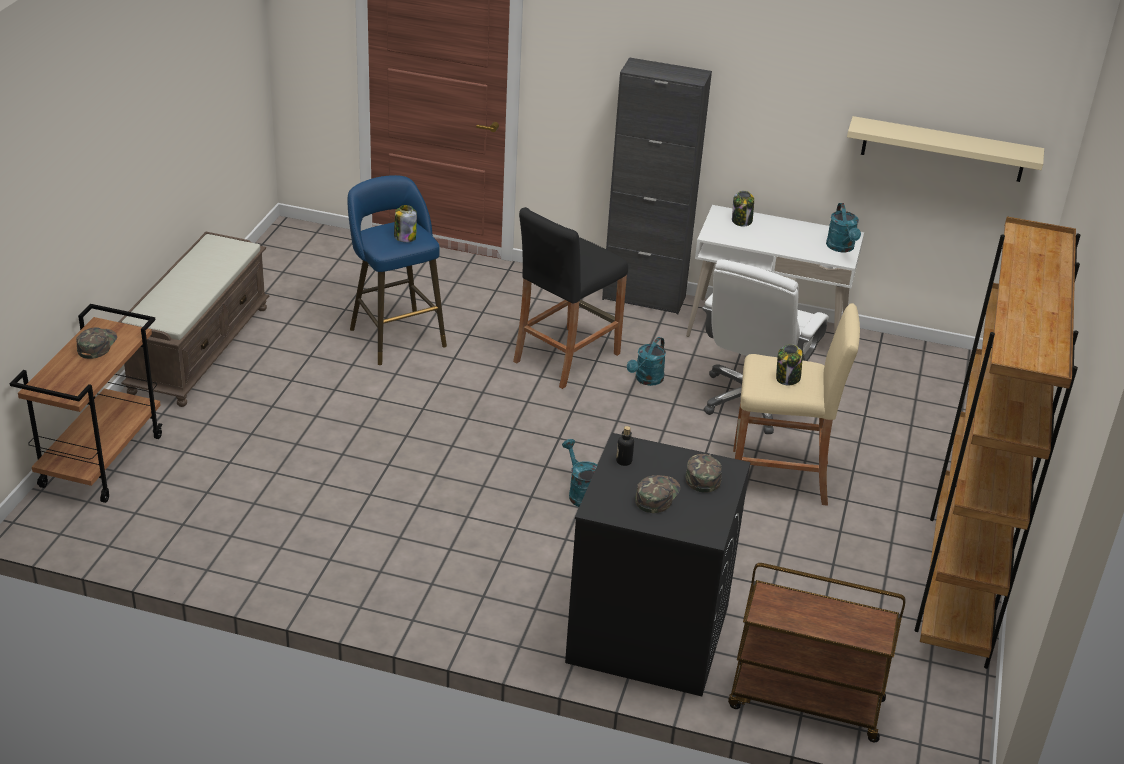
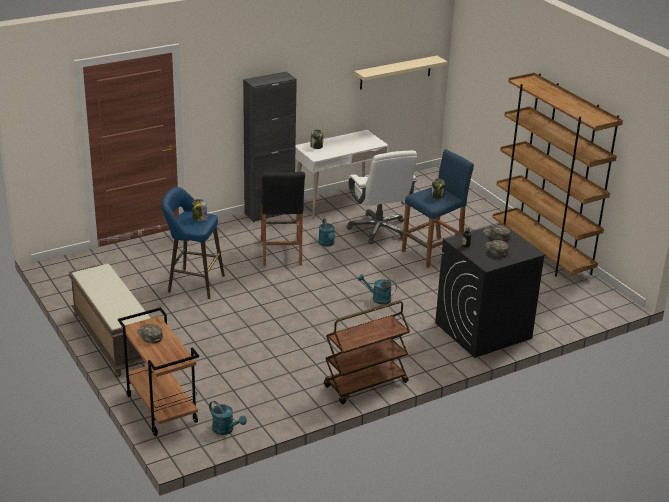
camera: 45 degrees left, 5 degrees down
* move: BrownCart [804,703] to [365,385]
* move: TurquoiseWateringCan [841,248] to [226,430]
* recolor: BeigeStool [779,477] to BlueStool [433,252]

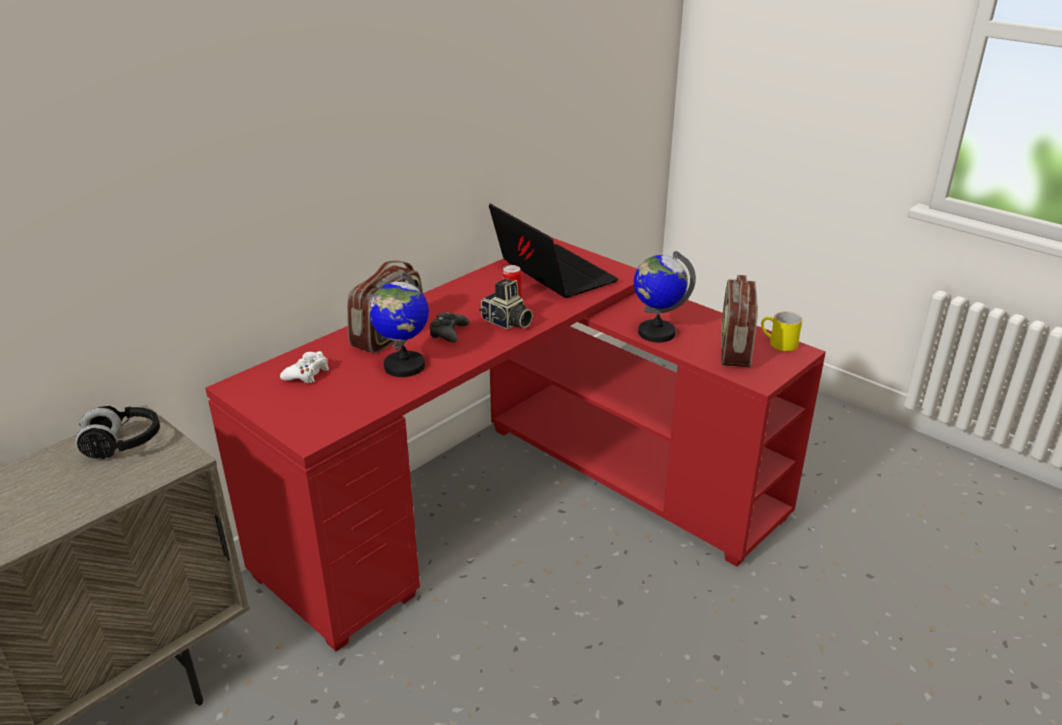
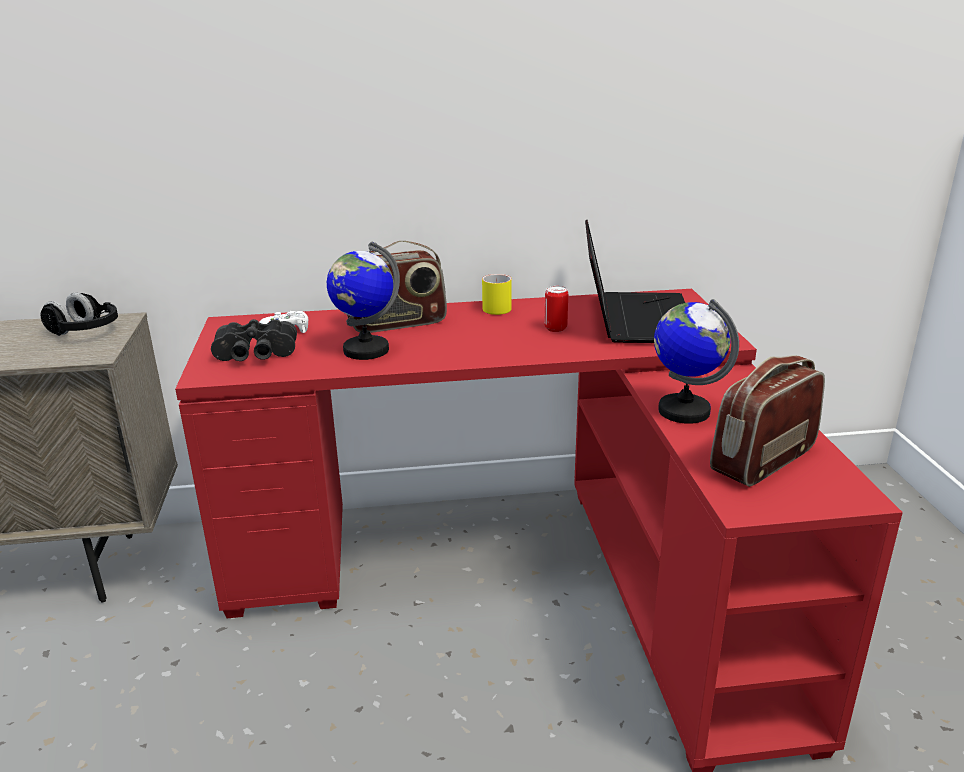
camera: 40 degrees right, 5 degrees down
* delete: BlackGameController [448,333]
* delete: PhotoCamera [506,323]
* insert: BlackBinoculars [255,355]
* move: YellowMug [777,343] to [493,307]

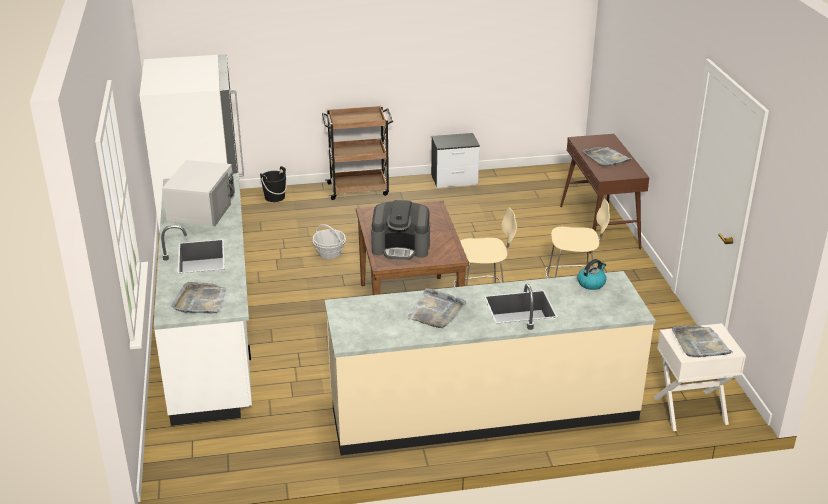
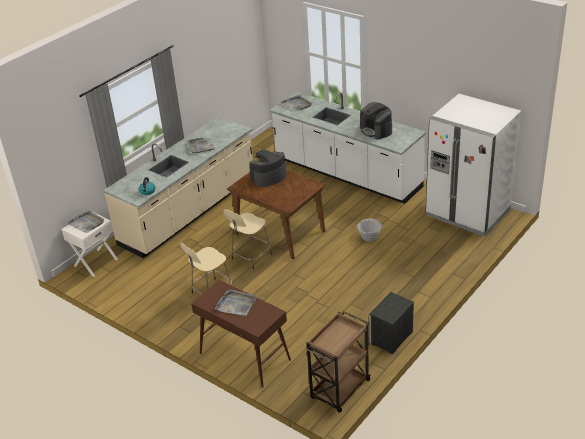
camera: 140 degrees right, 5 degrees up
* delete: BlackBucket [274,197]
* move: BrownCart [359,189] to [339,390]
* replace: WhiteMicrowave [202,208] to CoffeeMachine [376,130]

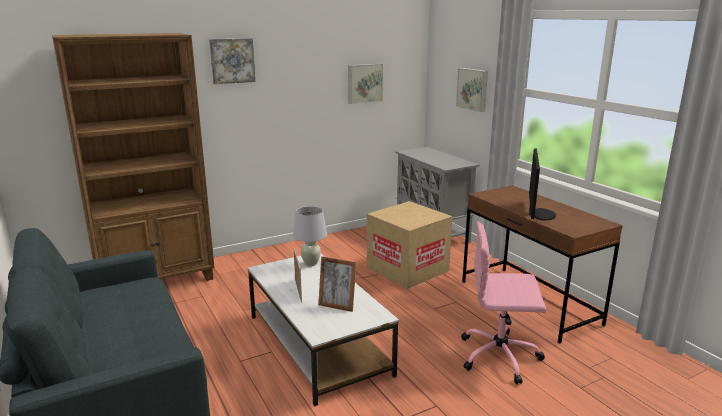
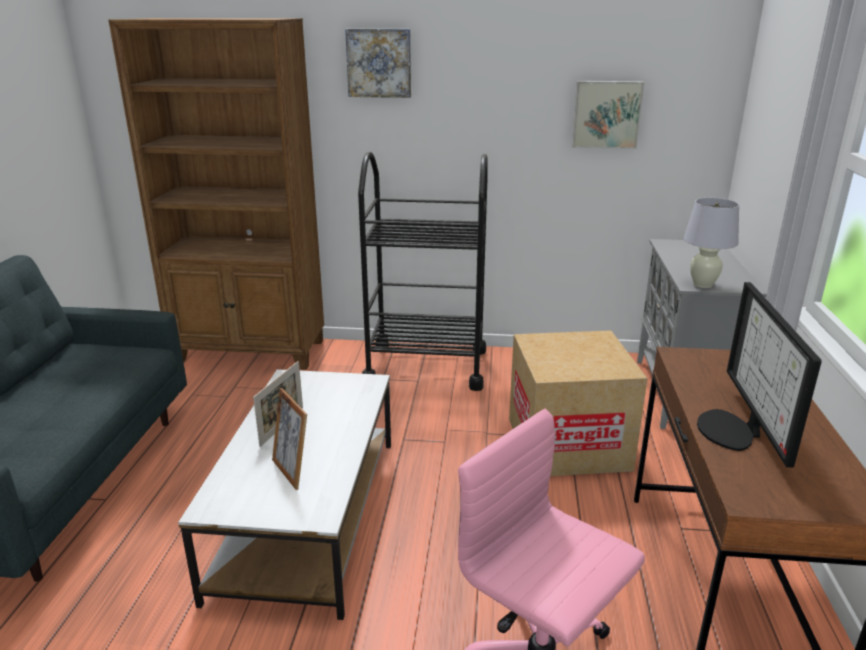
camera: 35 degrees right, 5 degrees up
* delete: Picture [473,89]
* insert: BlackCart [426,366]
* move: WhiteTableLamp [311,263] to [703,285]
* rotate: Monitor [539,214] = [734,431] 135 degrees clockwise

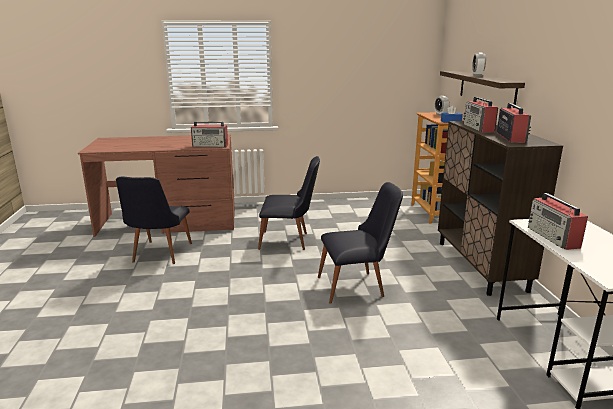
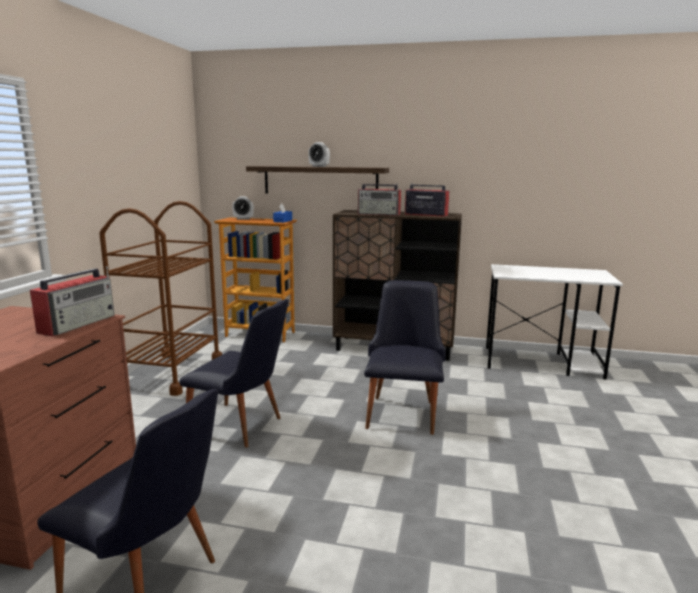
camera: 70 degrees left, 5 degrees down
* delete: Radio [553,238]
* insert: BrownCart [171,373]
* rotate: BlackChair [289,241] = [242,427] 90 degrees clockwise

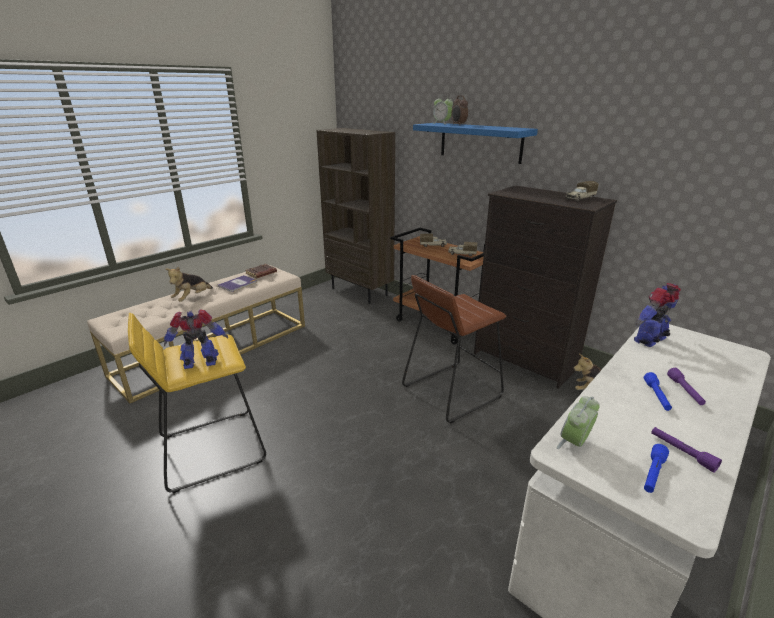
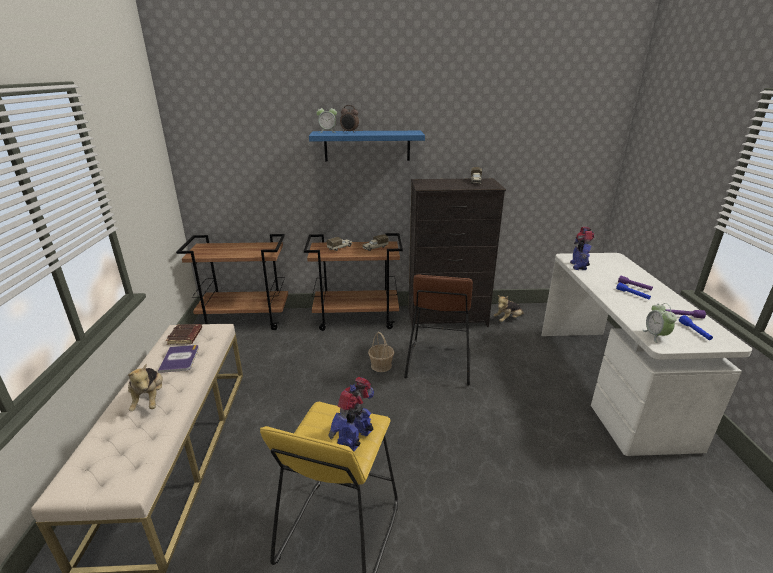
camera: 45 degrees left, 0 degrees up
* insert: Basket [381,365]
* replace: BrownBookcase [360,291] to BrownCart [246,319]

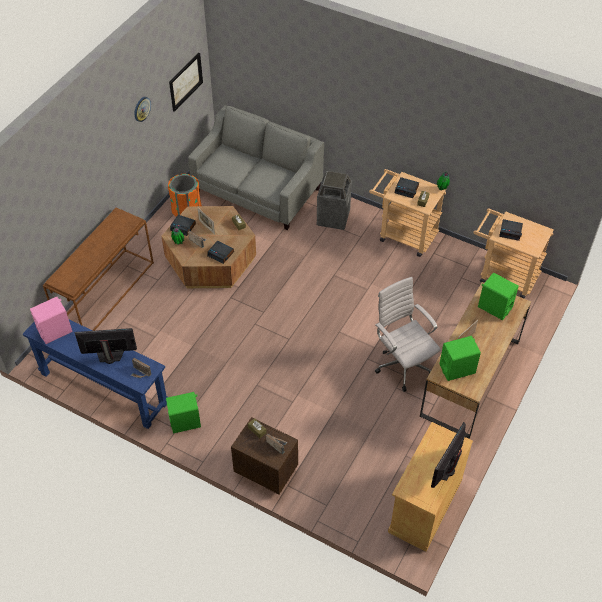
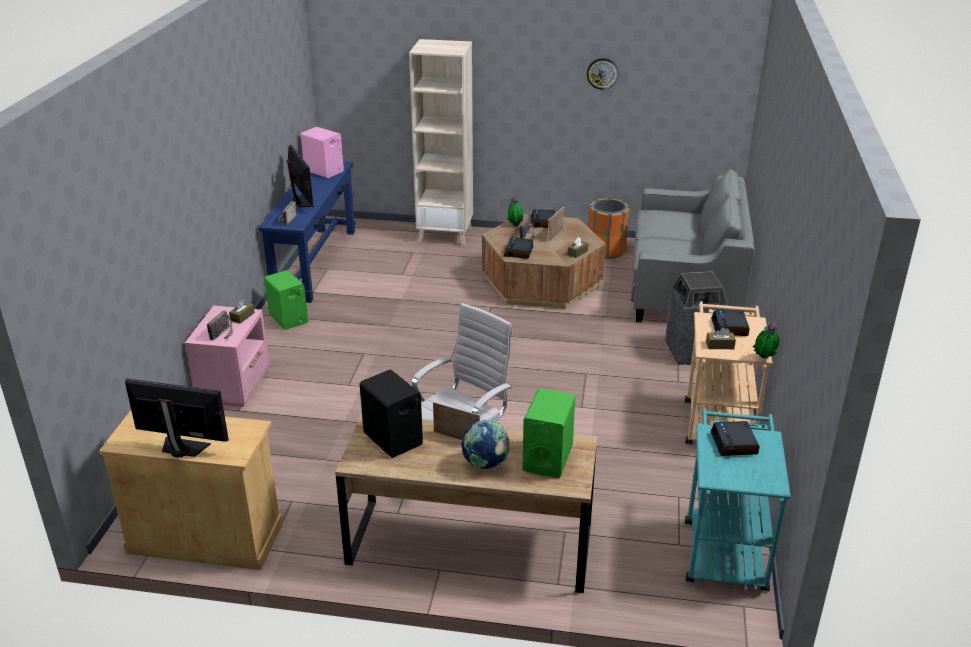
camera: 70 degrees right, 20 degrees down
* delete: Picture [185,81]
* insert: Globe [485,464]
* replace: BrownConsoleTable [106,293] to BeigeBookcase [445,235]
* recolor: BrownNightstand [265,469] to PinkNightstand [235,387]
* recolor: GreenSpeaker [457,369] to BlackSpeaker [393,439]
* recolor: BeigeCart [503,275] to TurquoiseCart [724,547]

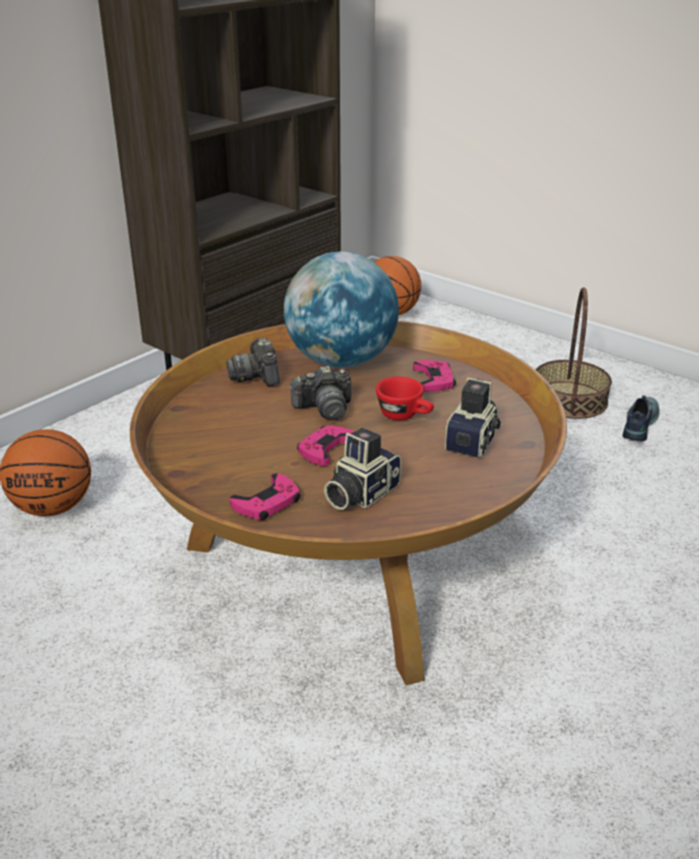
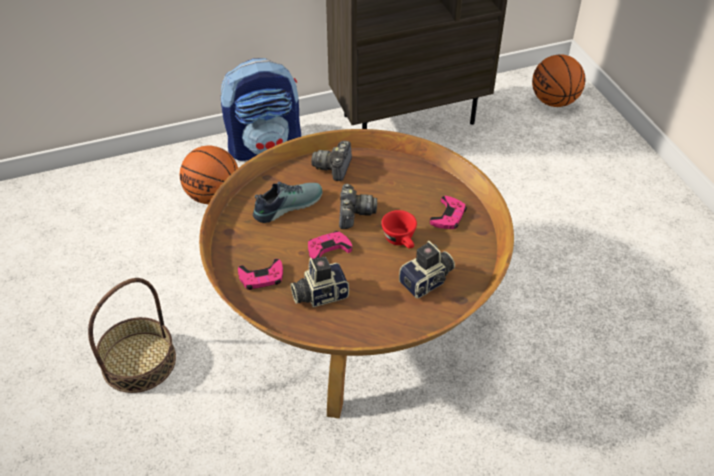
camera: 30 degrees right, 15 degrees up
* delete: Globe [341,361]
* insert: Backpack [265,146]
* move: Basket [569,400] to [139,361]
* move: Shoe [638,424] to [287,205]
* rotate: PhotoCamera [324,409] = [354,214] 105 degrees counterclockwise

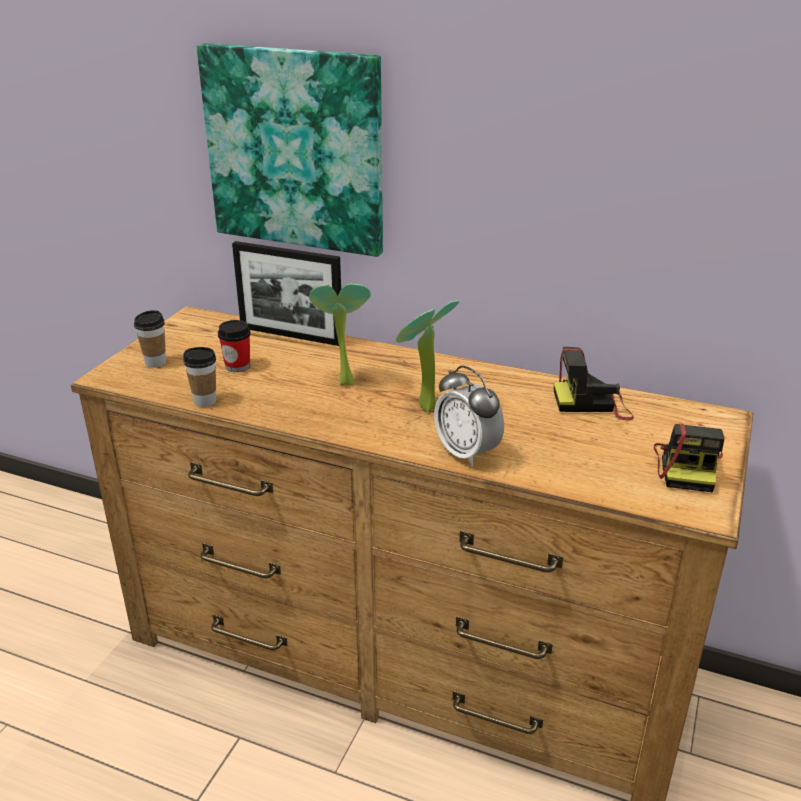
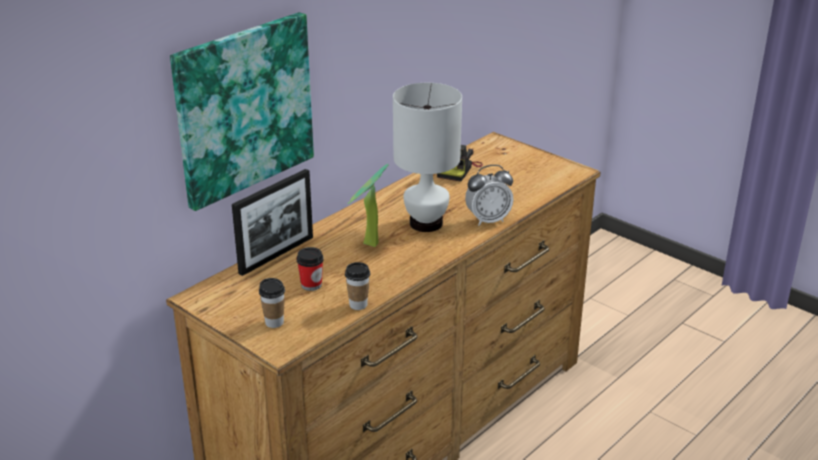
camera: 70 degrees left, 0 degrees up
* delete: PhotoCamera [688,467]
* replace: PottedPlant [422,407] to WhiteTableLamp [425,223]

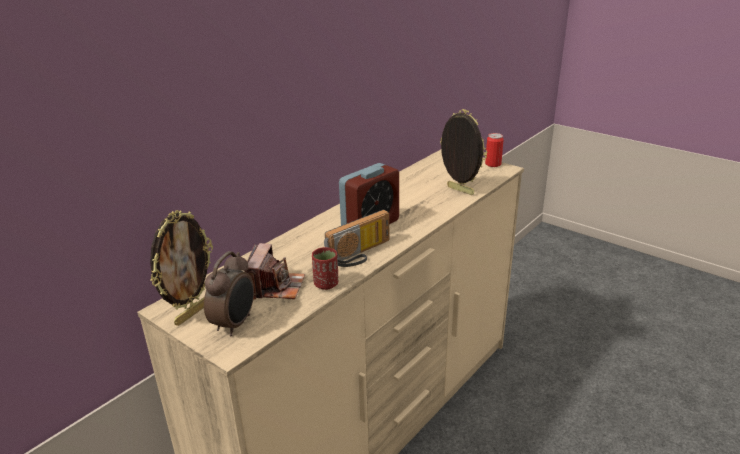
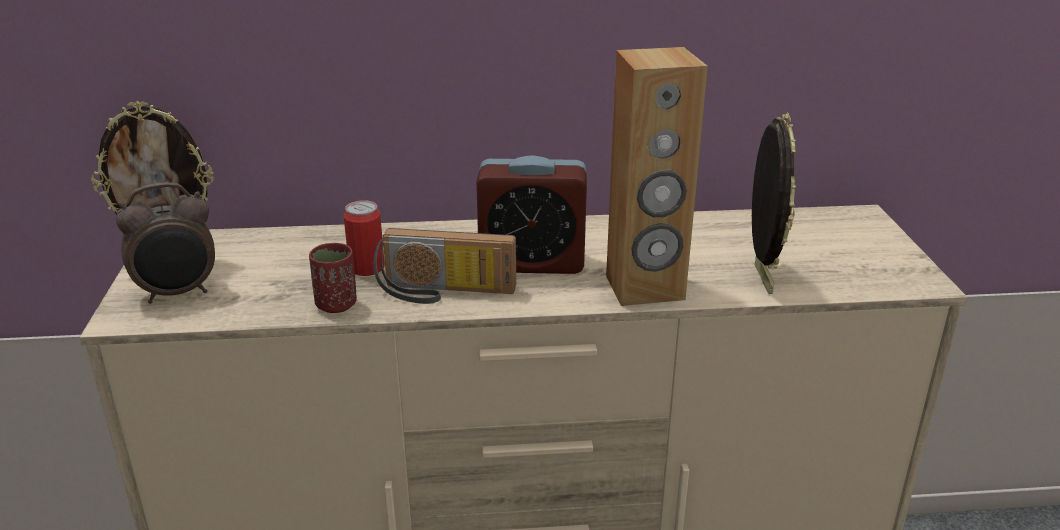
camera: 45 degrees right, 0 degrees up
* delete: PhotoCamera [276,287]
* insert: BrownSpeaker [645,288]
* move: Can [493,164] to [367,268]

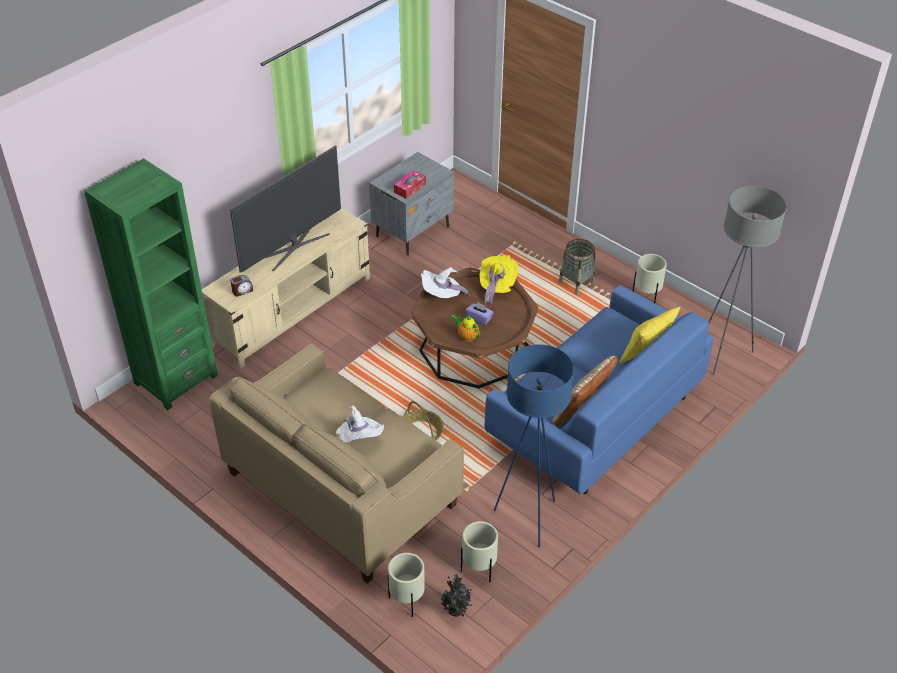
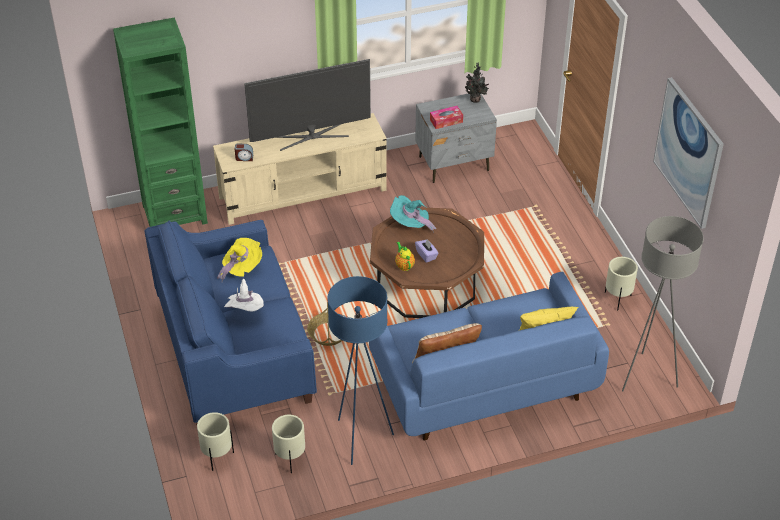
camera: 30 degrees right, 0 degrees up
* delete: Basket [576,283]
* insert: Picture [688,152]
* move: PottedPlant [456,612] to [475,100]
* move: YellowHat [496,287] to [241,268]
* recolor: BeigeSofa [342,489] to BlueSofa [234,351]
* recolor: WhiteHat [442,296] to TurquoiseHat [410,224]

